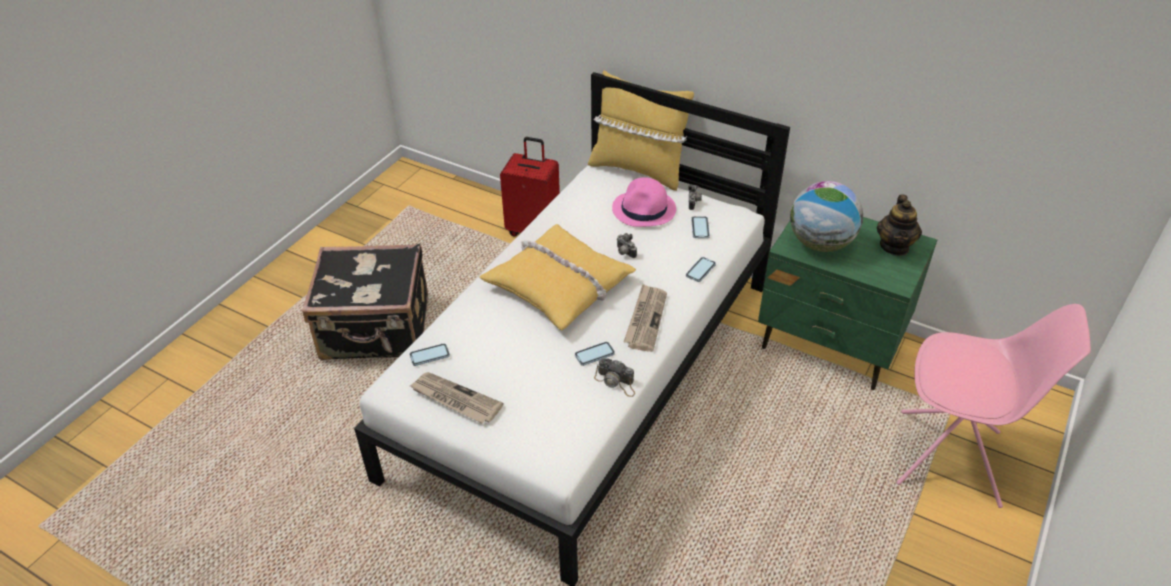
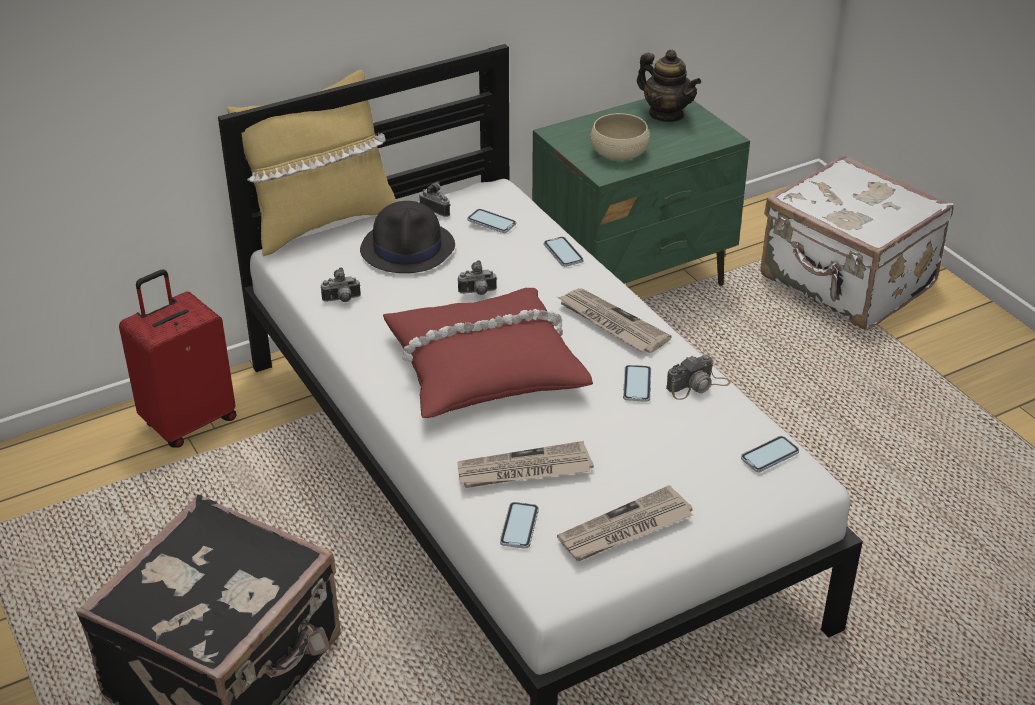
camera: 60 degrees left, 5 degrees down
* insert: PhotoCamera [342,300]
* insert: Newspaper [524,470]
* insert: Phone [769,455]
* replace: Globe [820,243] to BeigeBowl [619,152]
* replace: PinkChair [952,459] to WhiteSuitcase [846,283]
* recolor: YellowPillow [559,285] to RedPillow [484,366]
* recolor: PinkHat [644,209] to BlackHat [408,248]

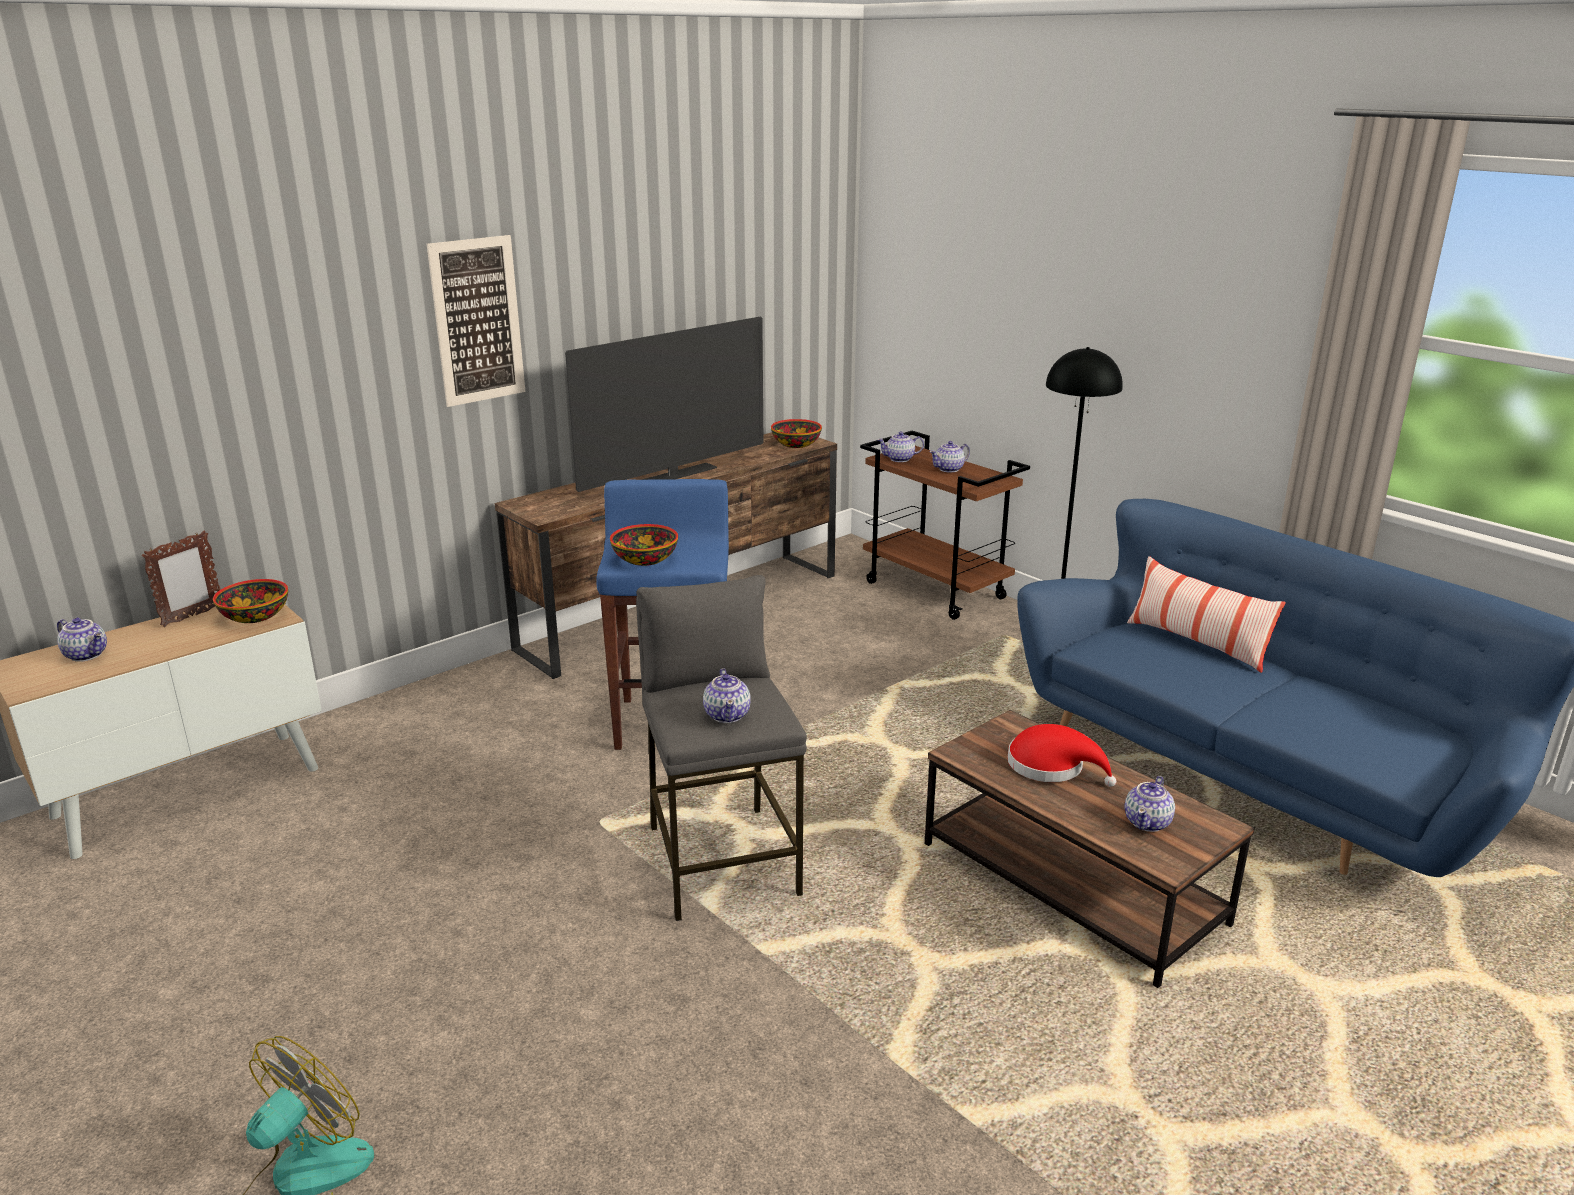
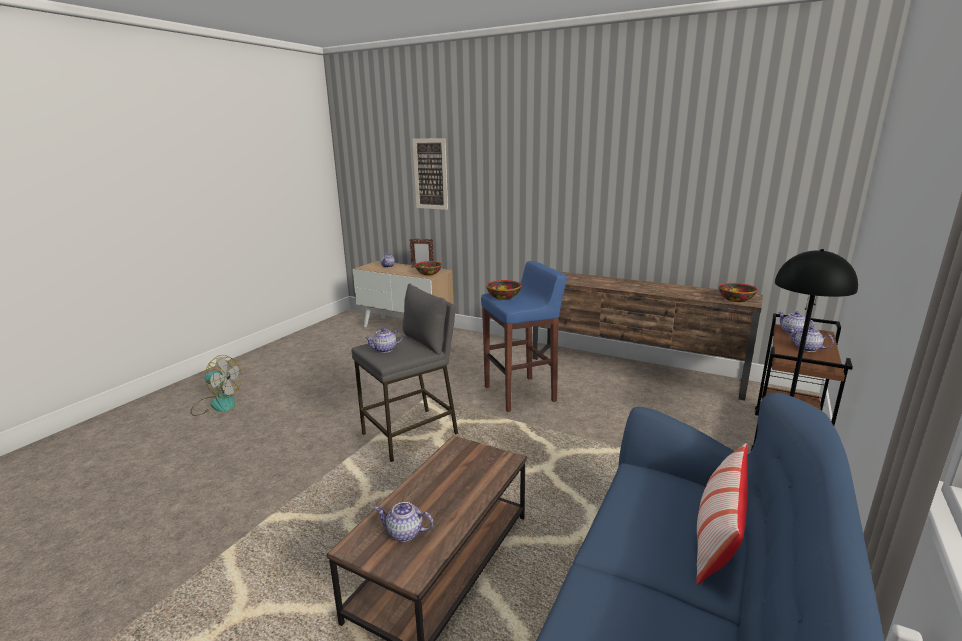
camera: 70 degrees right, 5 degrees down
* delete: Television [674,476]
* delete: RedHat [1052,766]
* move: Picture [477,321] to [430,174]

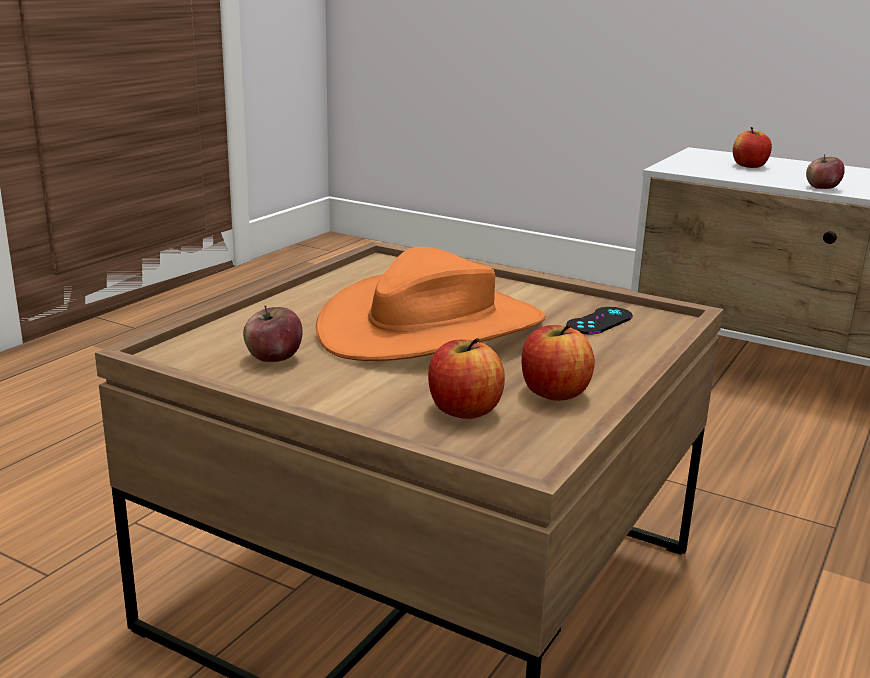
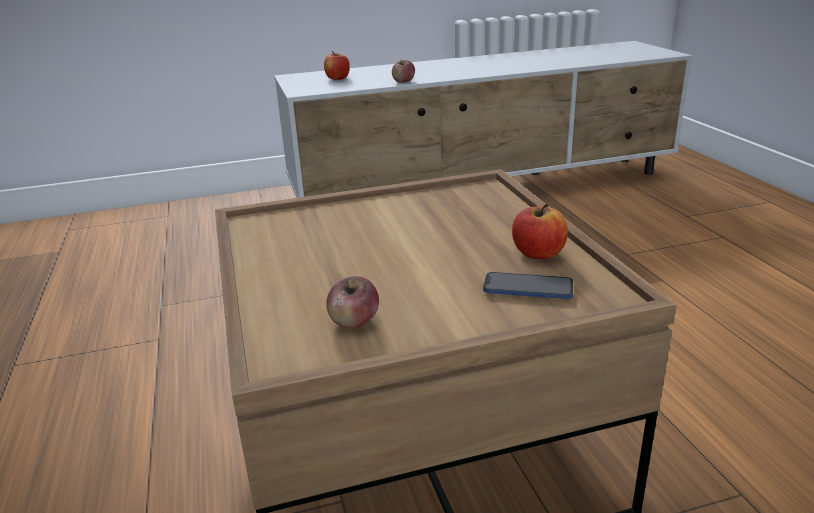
camera: 45 degrees left, 5 degrees up
* delete: OrangeHat [432,327]
* delete: BlackGameController [599,321]
* replace: Apple [464,410] to Phone [528,288]

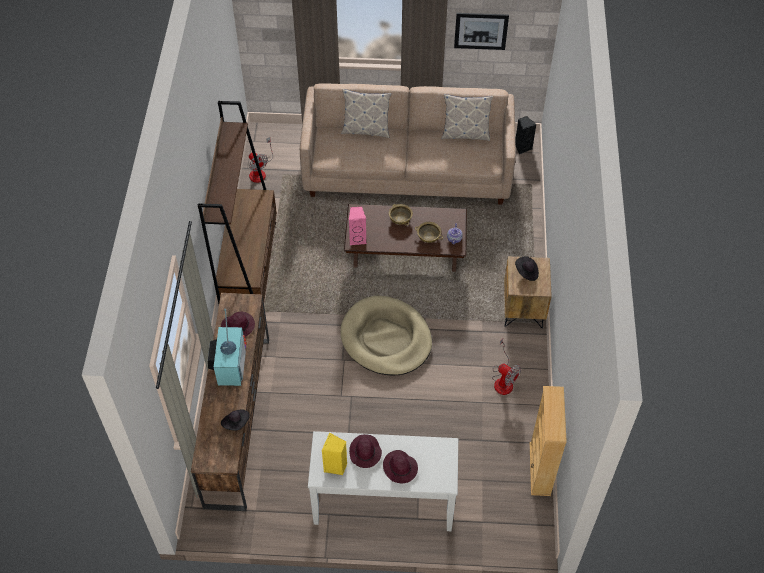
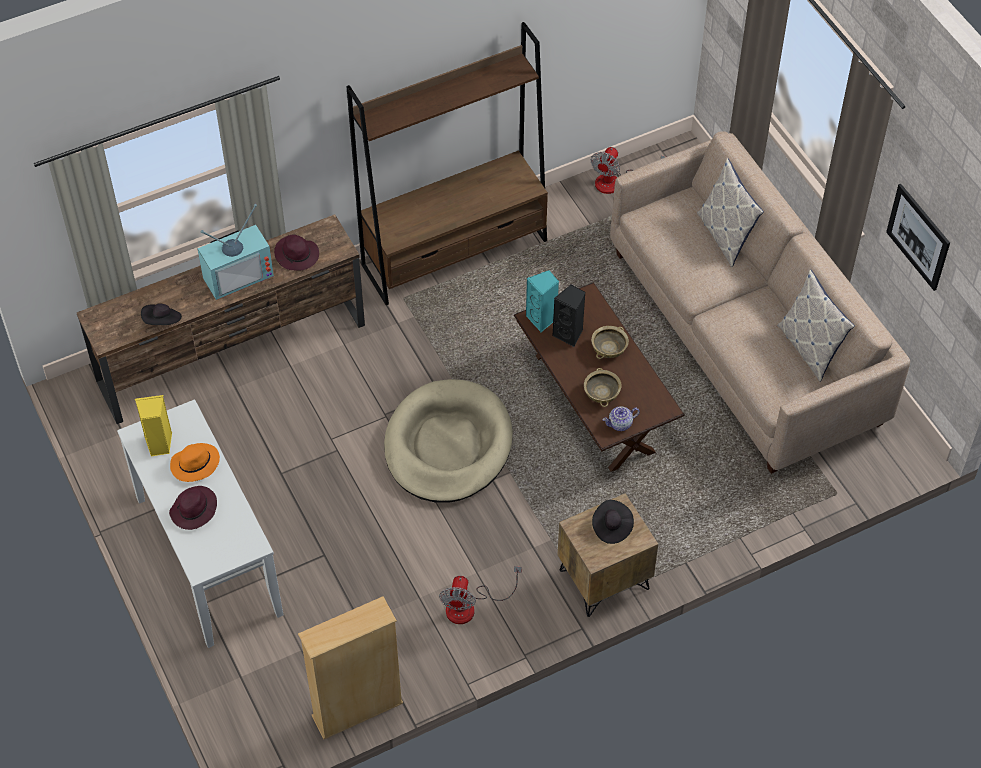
camera: 60 degrees right, 0 degrees up
* move: BlackSpeaker [522,147] to [569,334]
* recolor: PinkSpeaker [357,238] to TurquoiseSpeaker [542,319]
* recolor: PurpleHat [365,453] to OrangeHat [194,465]

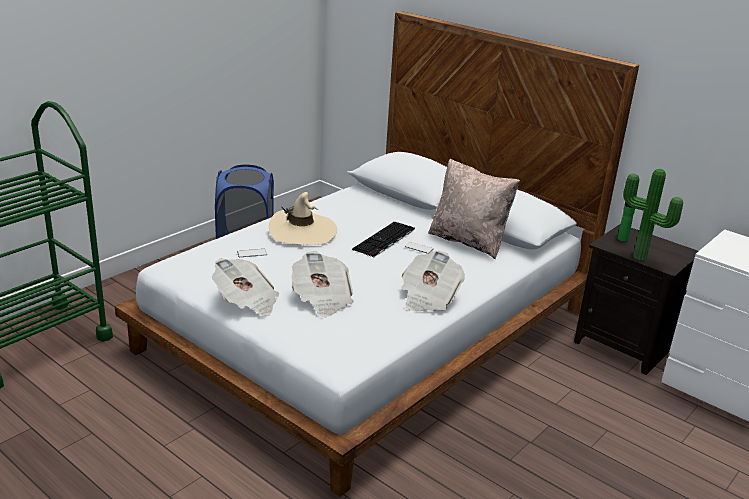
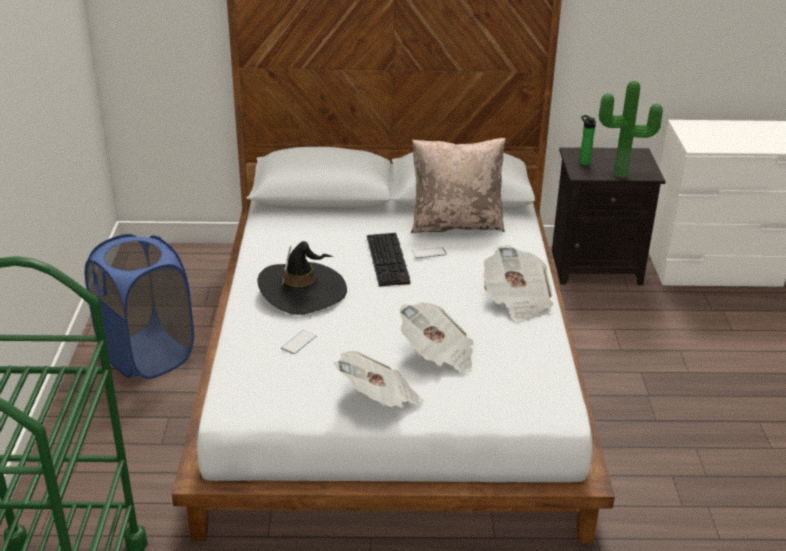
camera: 40 degrees left, 5 degrees up
* recolor: BeigeHat [302,231] to BlackHat [302,290]

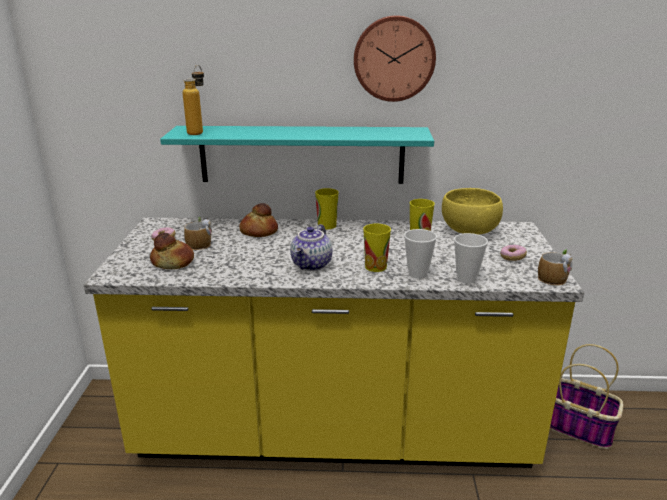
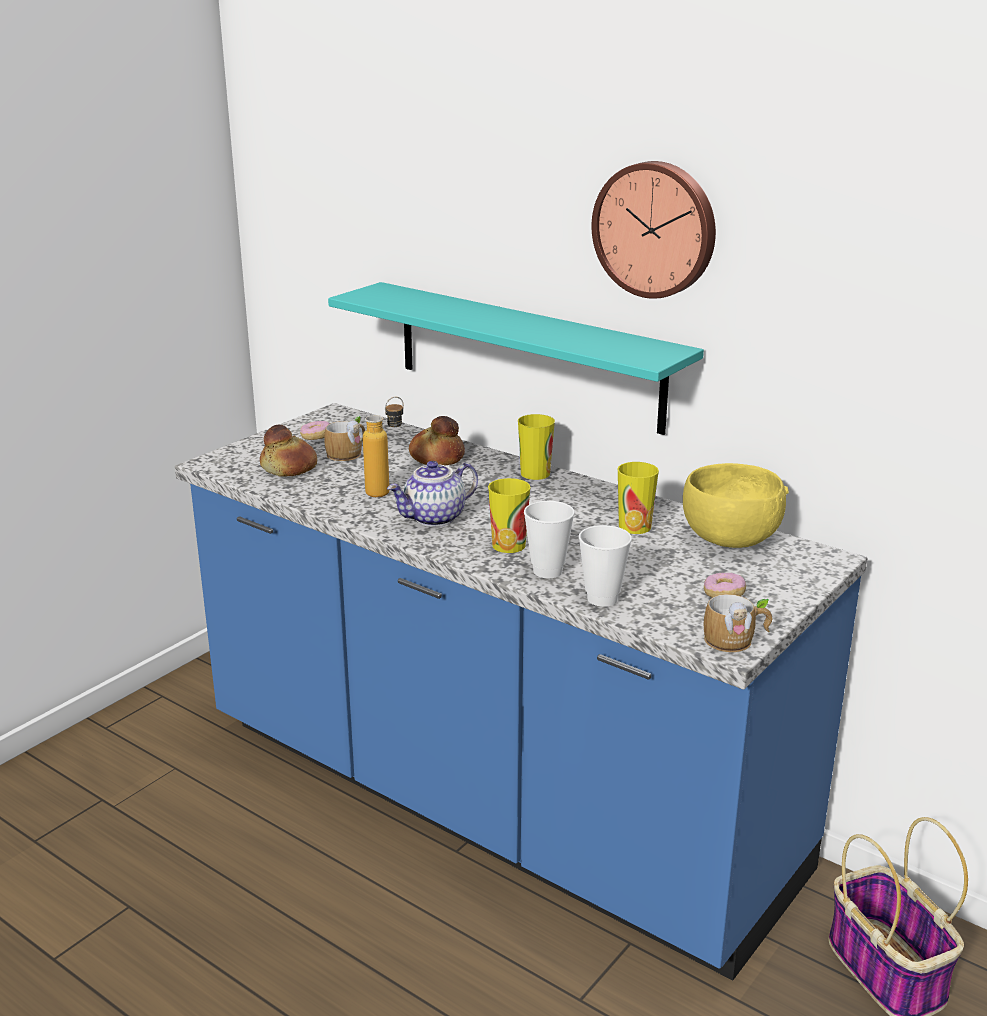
camera: 35 degrees right, 0 degrees up
* move: Bottle [199,132] to [386,491]
* recolor: YellowCounter [334,432] to BlueCounter [493,801]

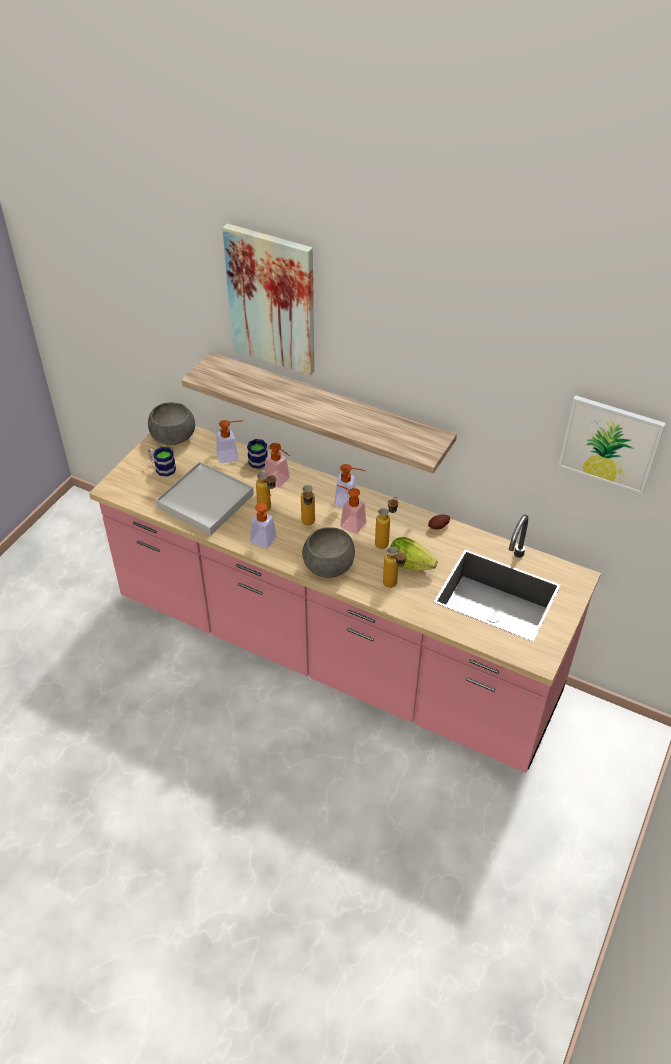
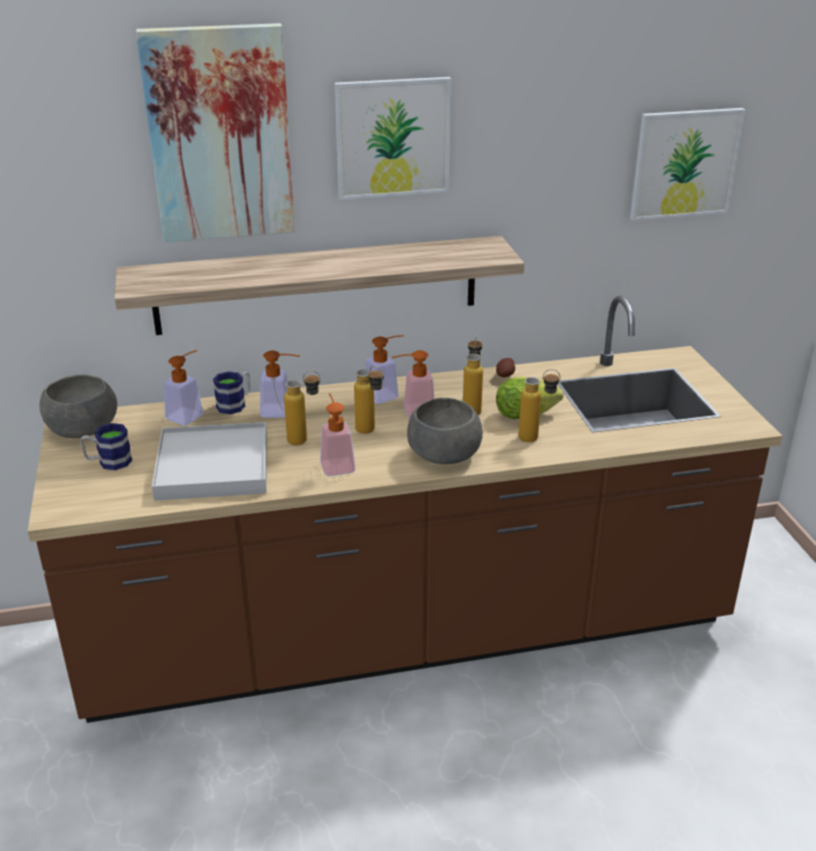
camera: 40 degrees left, 15 degrees down
* insert: Picture [393,138]
* recolor: PinkCounter [334,650] to BrownCounter [408,632]

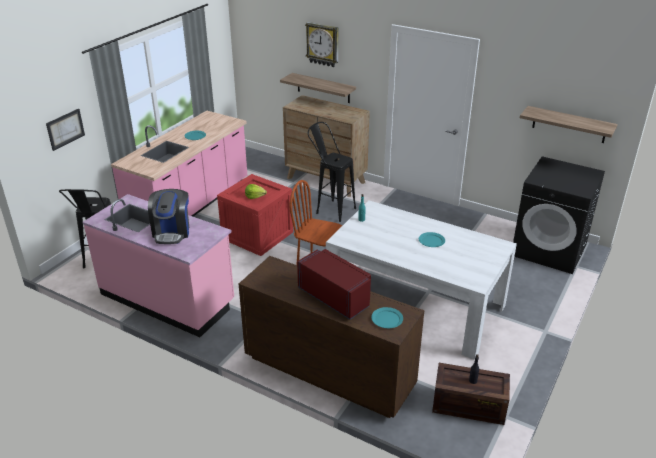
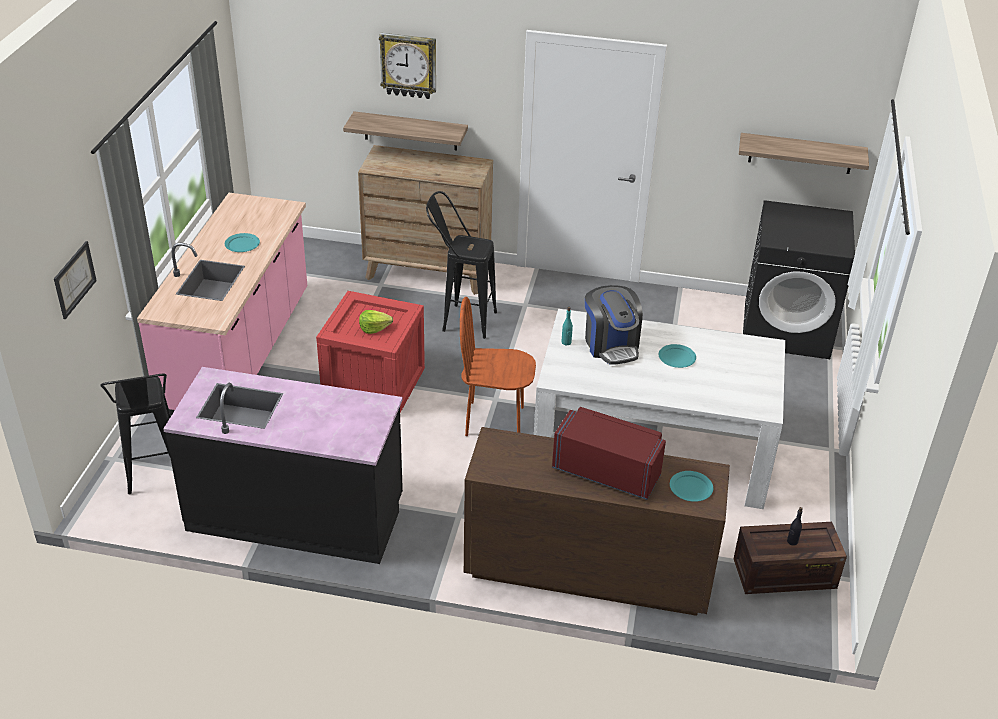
camera: 20 degrees left, 5 degrees up
* move: CoffeeMachine [172,232] to [611,345]
* recolor: PinkCounter [168,298] to BlackCounter [296,514]

